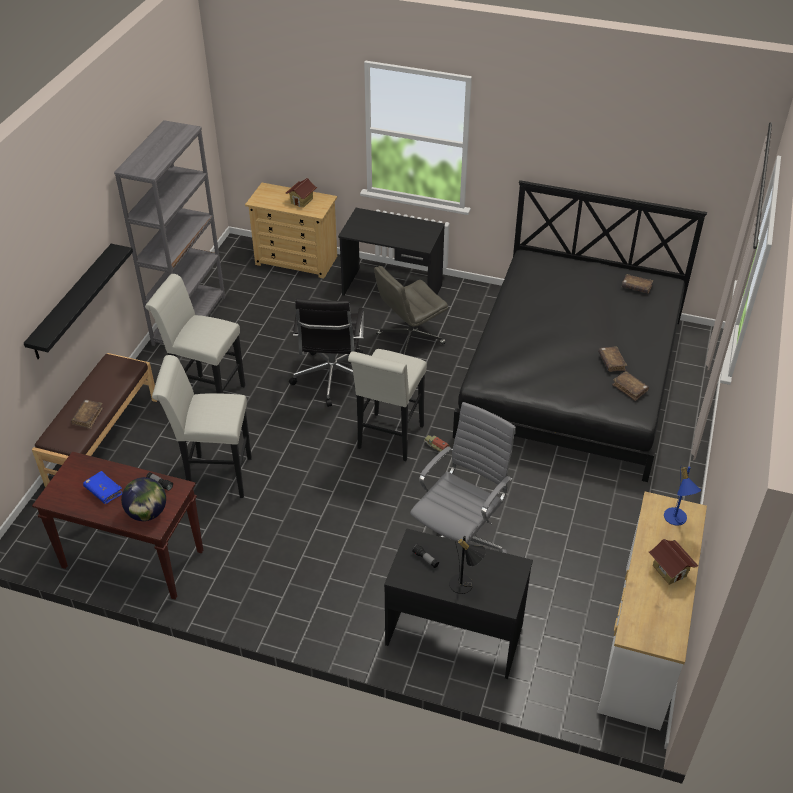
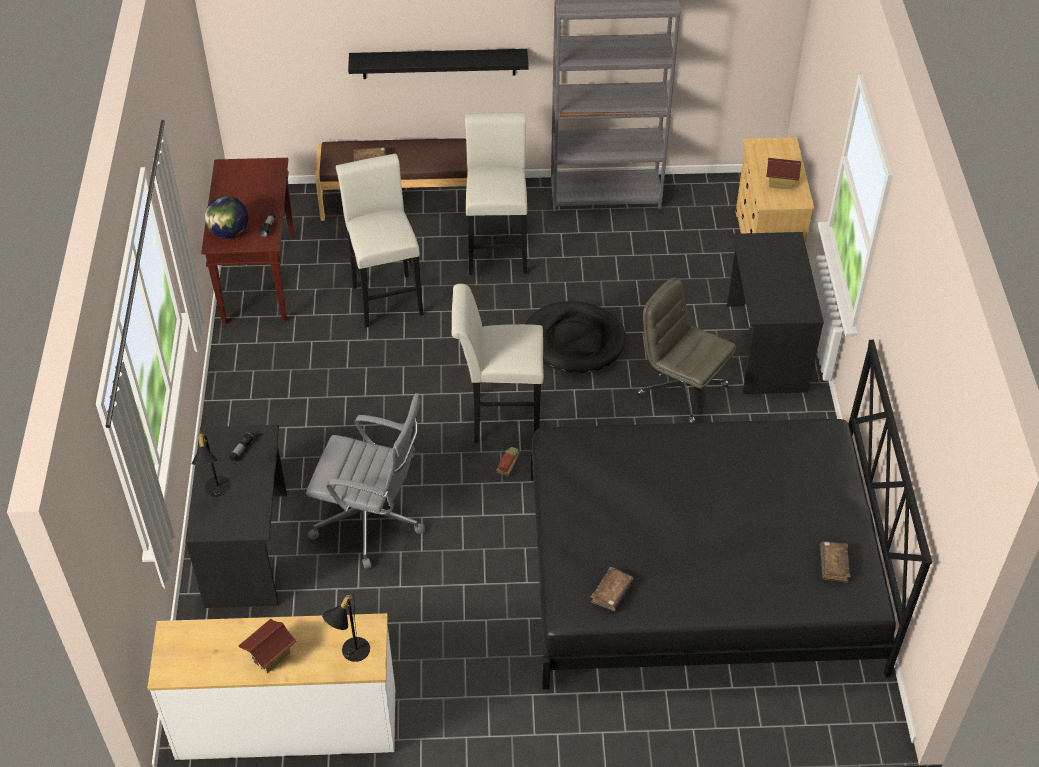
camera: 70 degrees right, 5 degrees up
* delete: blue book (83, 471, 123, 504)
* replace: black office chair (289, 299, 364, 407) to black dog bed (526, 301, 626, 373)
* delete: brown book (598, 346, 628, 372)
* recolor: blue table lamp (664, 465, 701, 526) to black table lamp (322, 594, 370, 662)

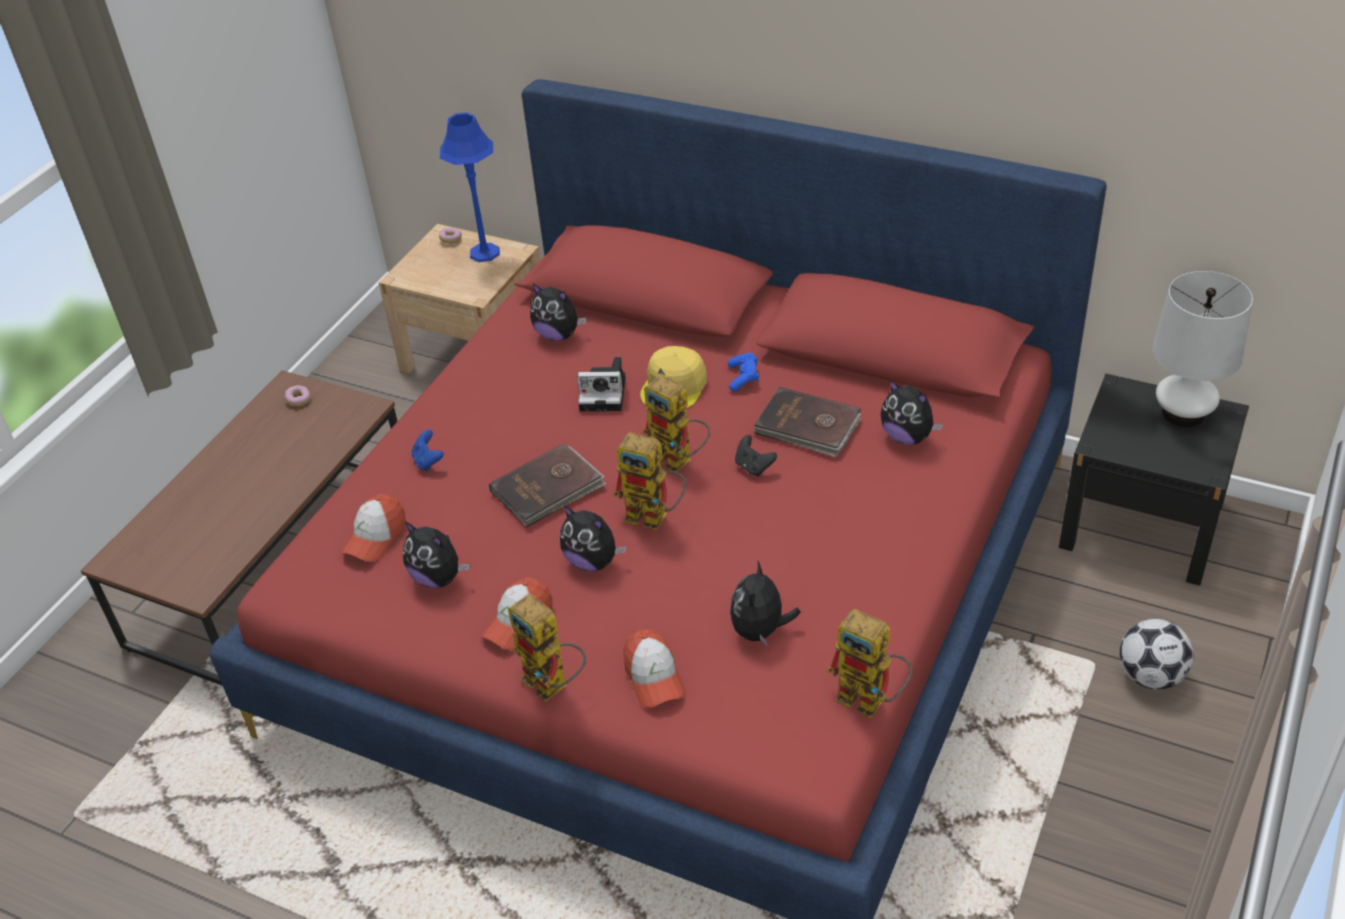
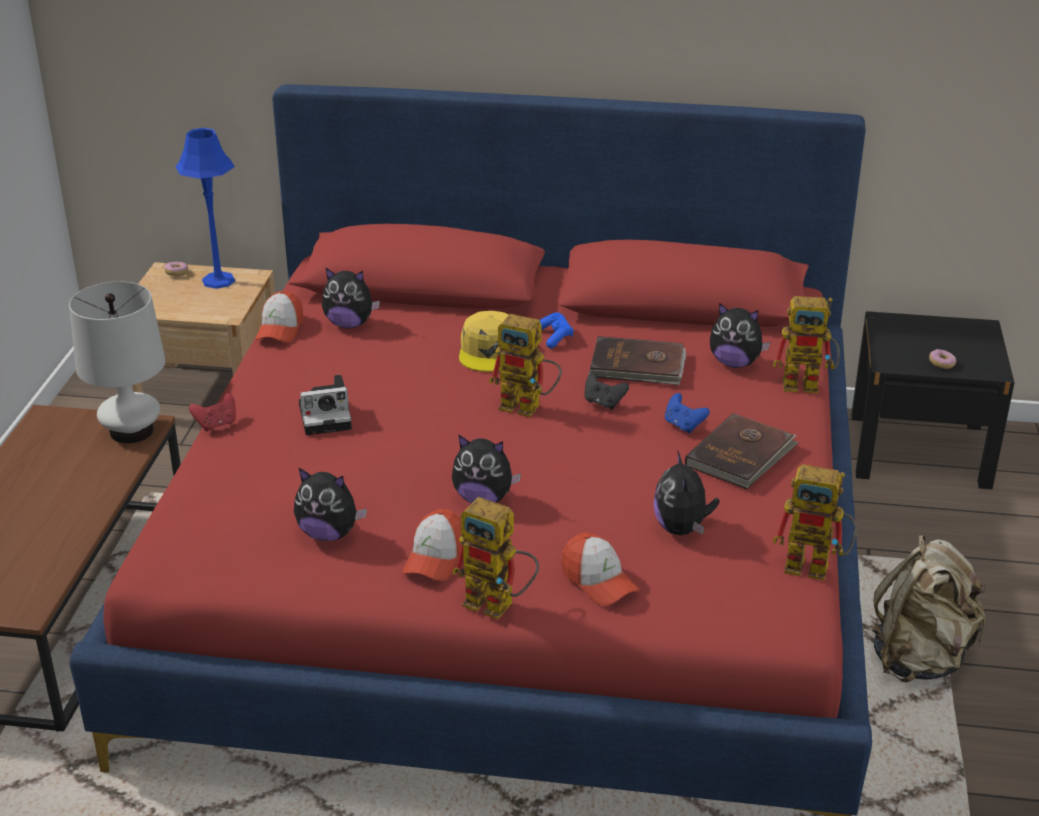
camera: 20 degrees left, 10 degrees down
* move: donut (285, 385, 311, 407) to (929, 349, 956, 369)
* move: cap (341, 494, 406, 562) to (255, 291, 303, 342)
* move: blue game controller (411, 430, 444, 471) to (665, 393, 710, 433)
* move: brown book (489, 443, 607, 527) to (685, 413, 799, 489)
* move: photo camera (577, 357, 626, 411) to (299, 375, 352, 435)
* move: toy robot (613, 432, 686, 530) to (773, 296, 840, 393)
* delete: football (1120, 619, 1193, 690)
* move: white table lamp (1152, 271, 1253, 427) to (69, 281, 165, 443)
* insert: red game controller (189, 393, 236, 431)
* insert: beige backpack (872, 535, 986, 682)

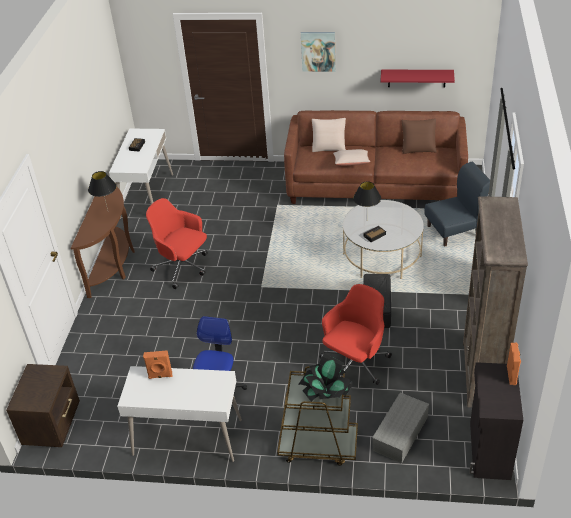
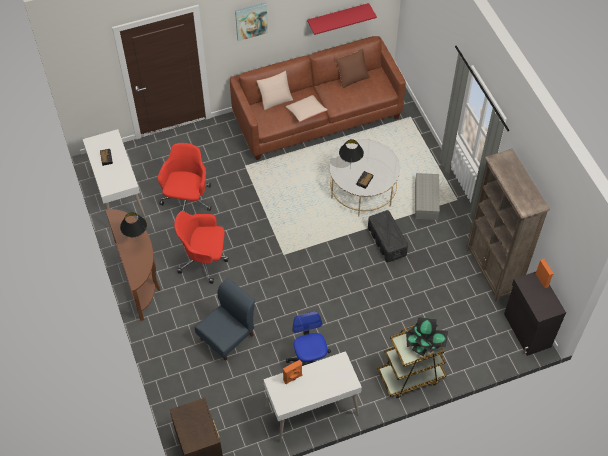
camera: 30 degrees left, 15 degrees up
* move: red office chair (320, 284, 392, 385) to (158, 143, 211, 211)
* move: grey storage box (372, 393, 429, 463) to (415, 173, 440, 220)
* move: blue chair (424, 162, 490, 247) to (195, 278, 255, 361)

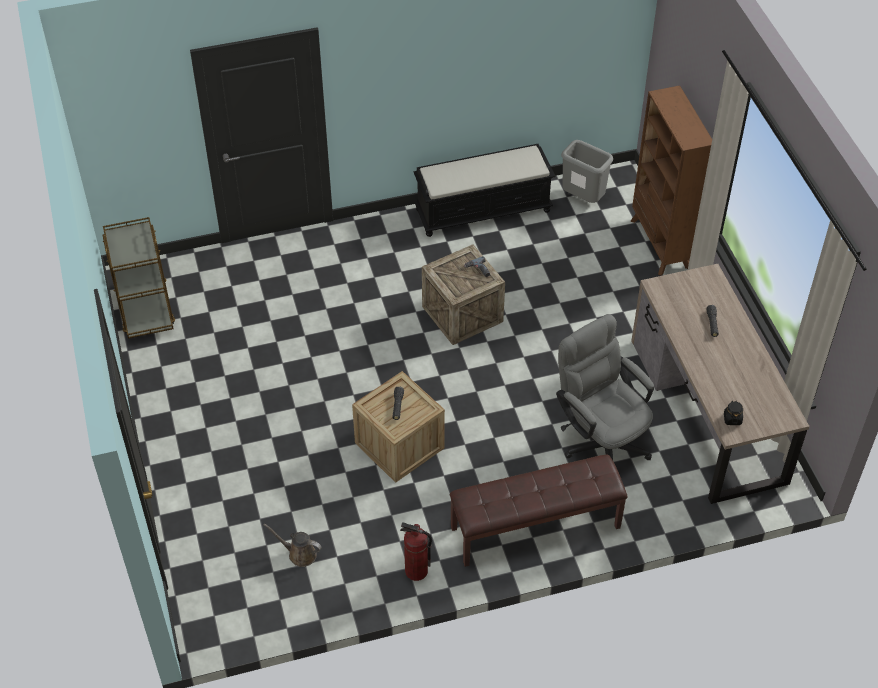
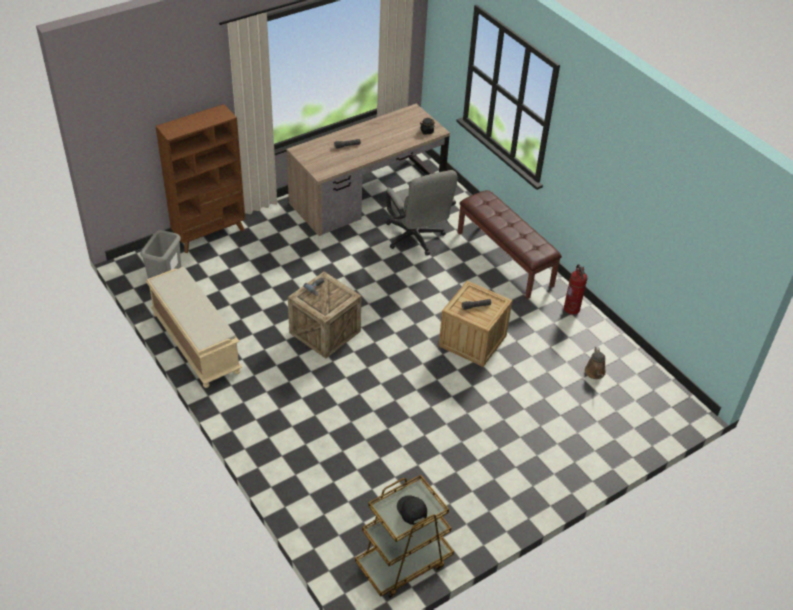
camera: 110 degrees left, 5 degrees down
* recolor: black bench (414, 144, 555, 237) to beige bench (146, 267, 242, 388)
* rotate: grey office chair (556, 314, 654, 460) = (386, 170, 457, 256) 60 degrees counterclockwise
* insert: black cap (397, 495, 427, 525)

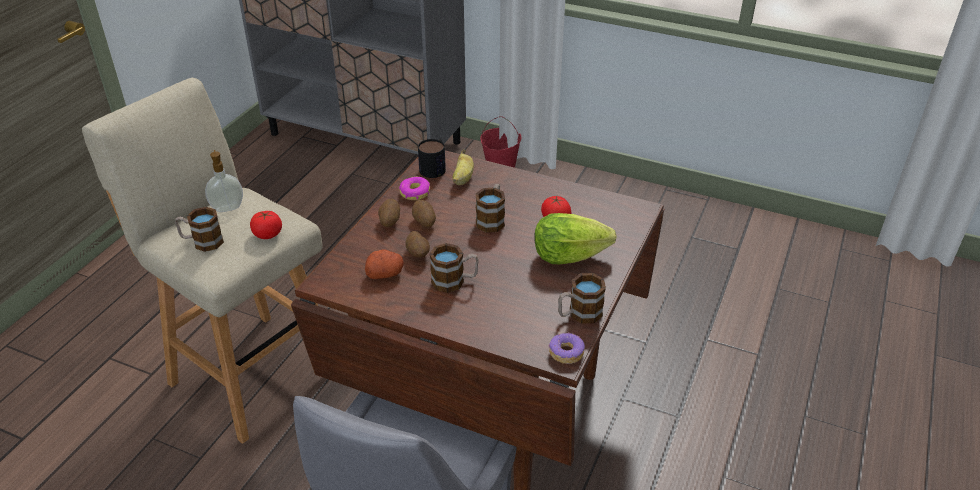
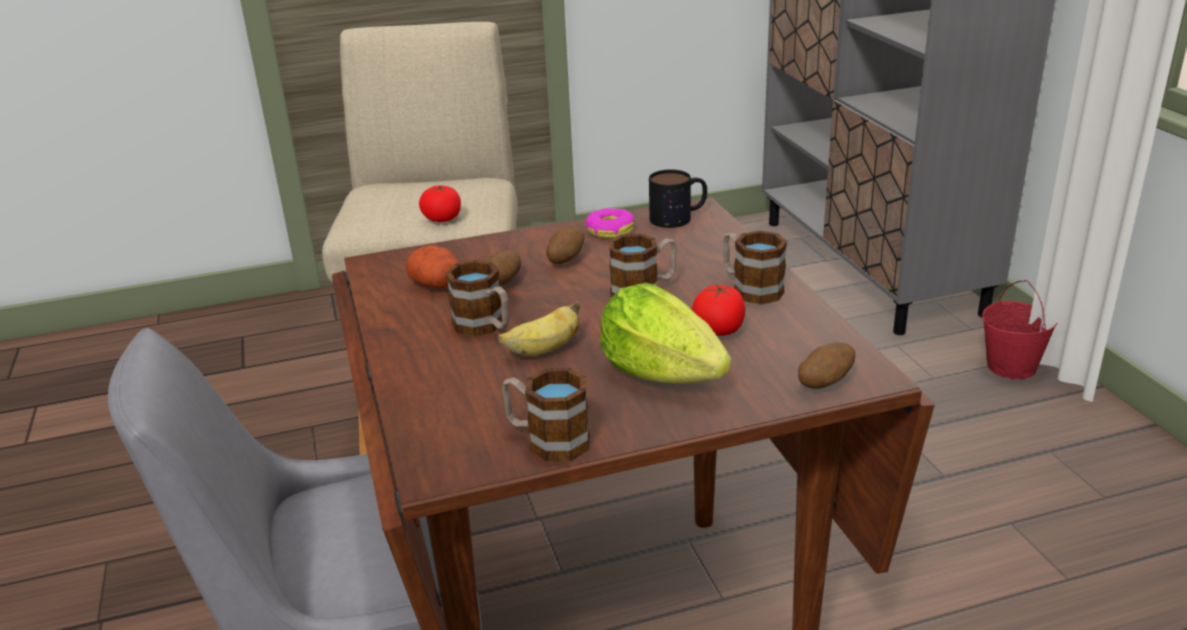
camera: 50 degrees right, 10 degrees down
* move: mug (175, 207, 224, 252) to (723, 230, 787, 304)
* delete: soap dispenser (205, 150, 243, 212)
* move: potato (378, 199, 400, 227) to (798, 342, 855, 389)
* move: banana (453, 150, 474, 185) to (498, 301, 580, 356)
* delete: donut (549, 332, 585, 364)

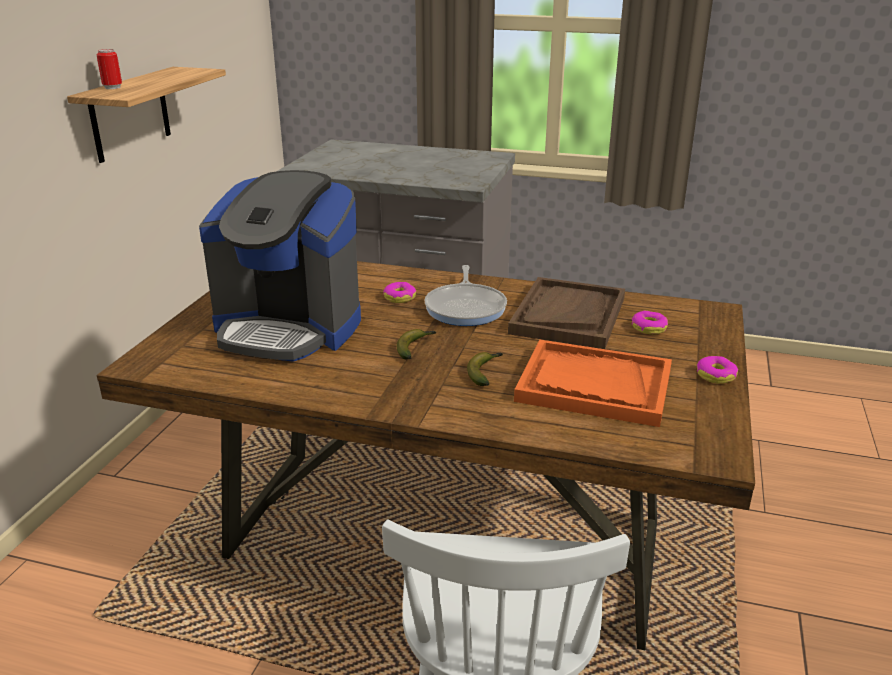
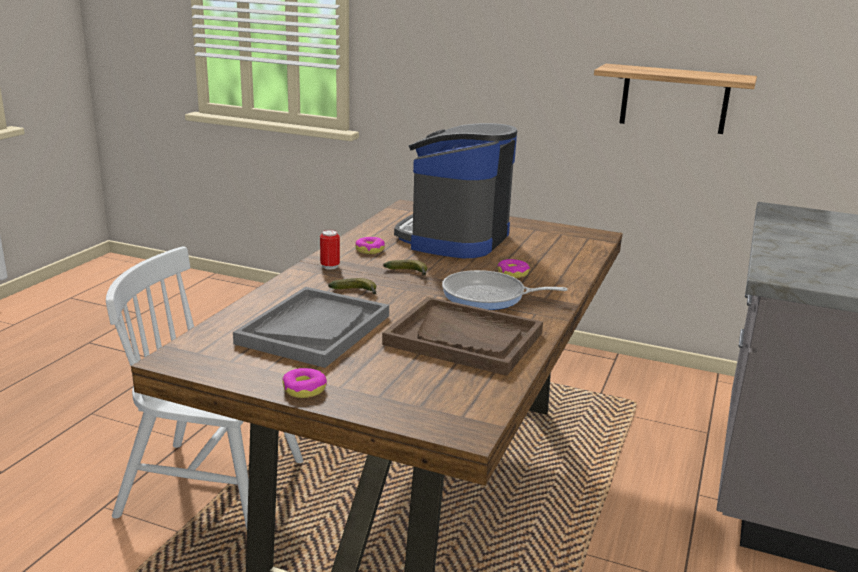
camera: 95 degrees right, 5 degrees down
* move: can (97, 49, 122, 89) to (320, 230, 340, 270)
* recolor: orange tray (514, 340, 672, 427) to grey tray (233, 287, 389, 368)
* move: donut (632, 311, 668, 334) to (355, 237, 385, 254)

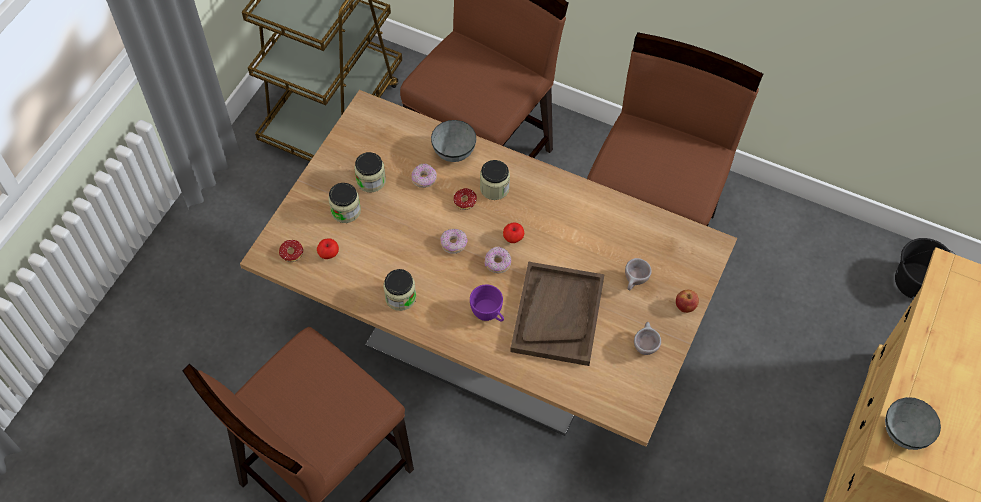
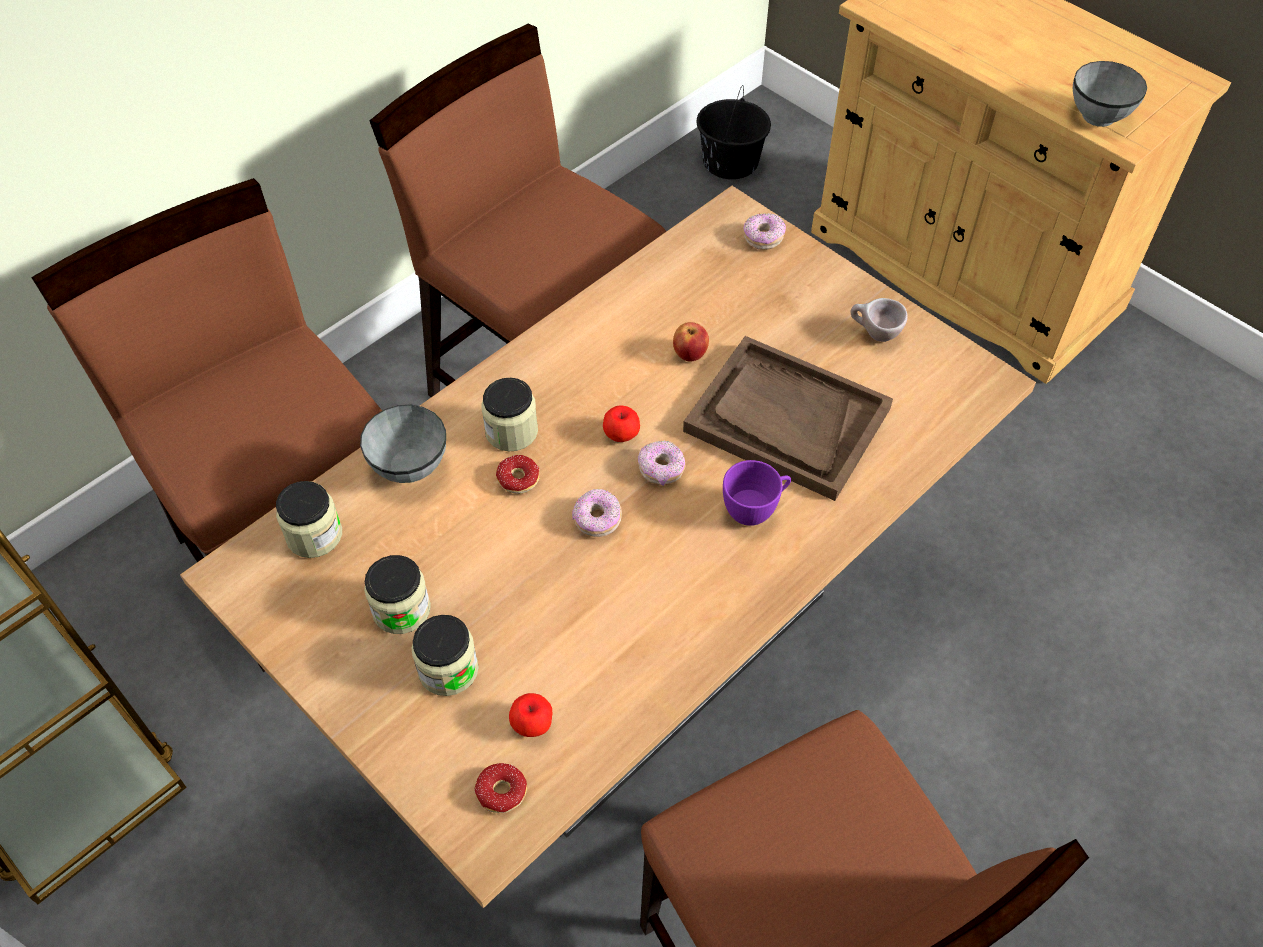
camera: 70 degrees left, 5 degrees down
* move: jar (383, 269, 416, 311) to (276, 481, 342, 558)
* move: donut (411, 163, 437, 188) to (744, 213, 786, 250)
* delete: beige cup (625, 258, 652, 290)
* move: apple (676, 290, 699, 313) to (673, 322, 709, 362)

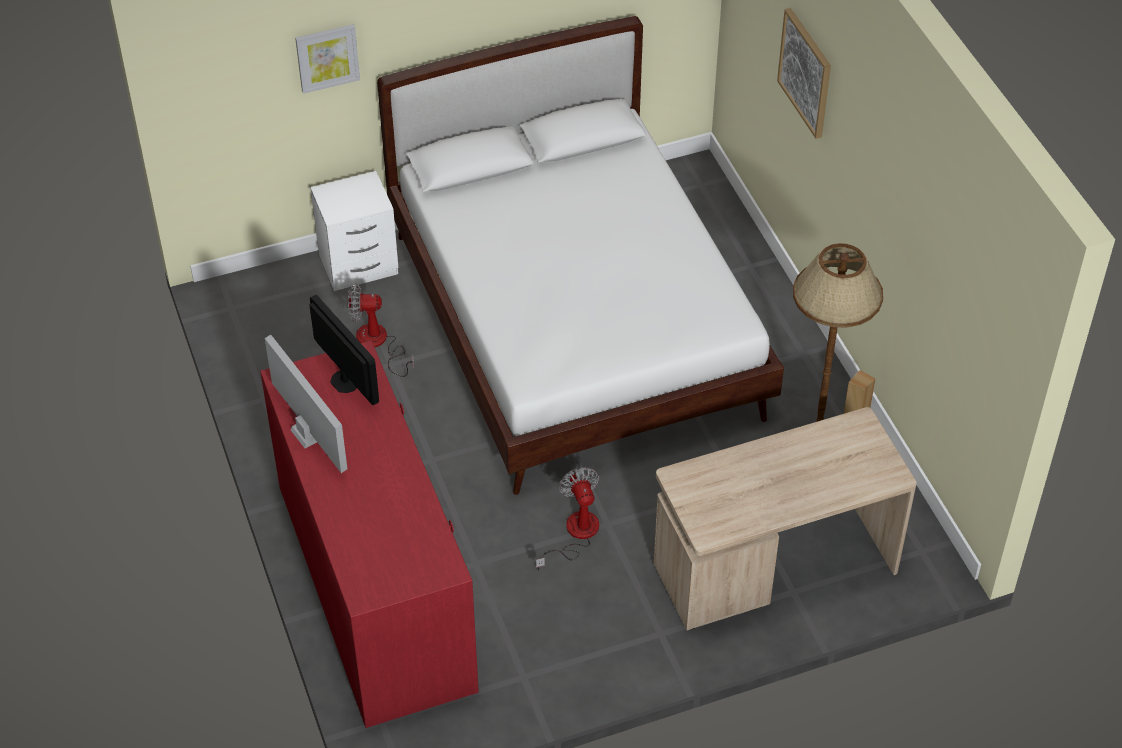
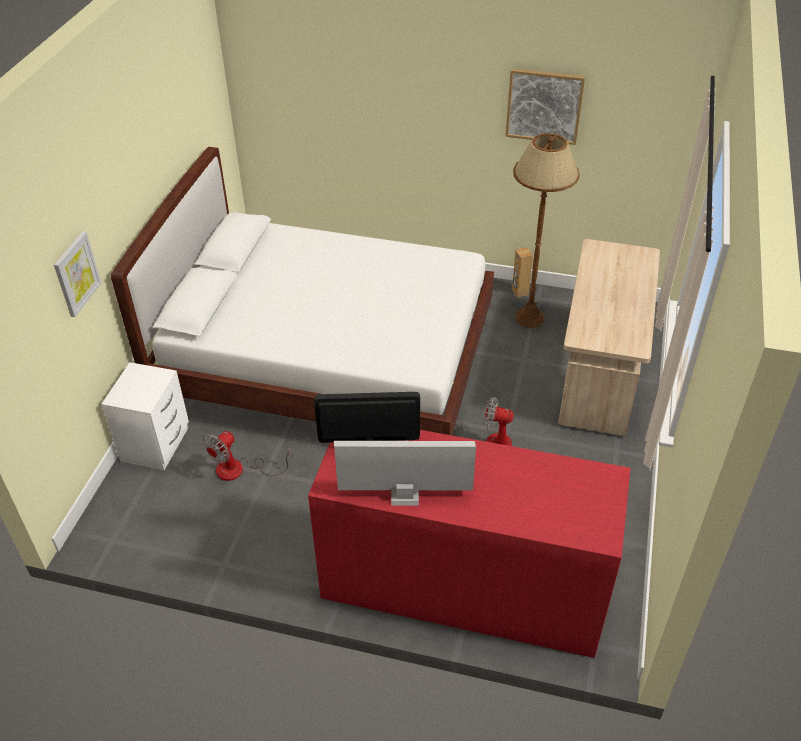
camera: 55 degrees left, 5 degrees down
* move: picture (777, 8, 831, 139) to (505, 69, 585, 145)

